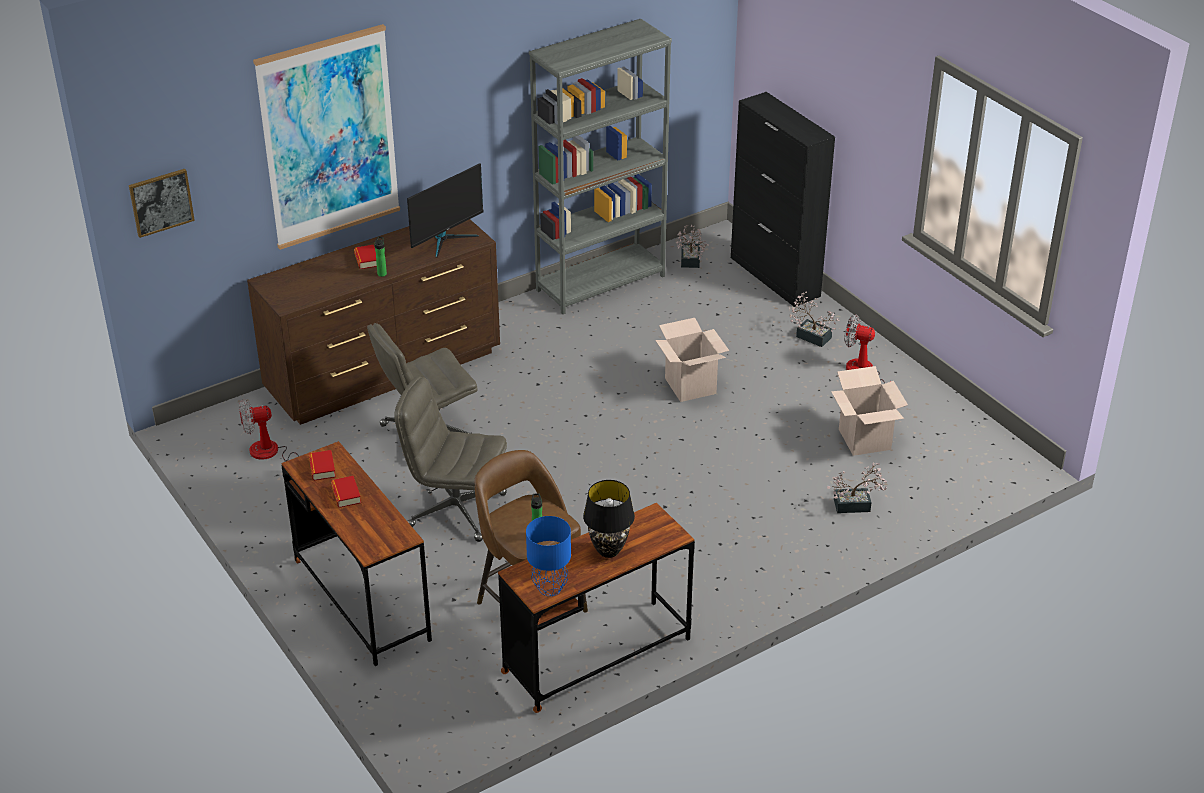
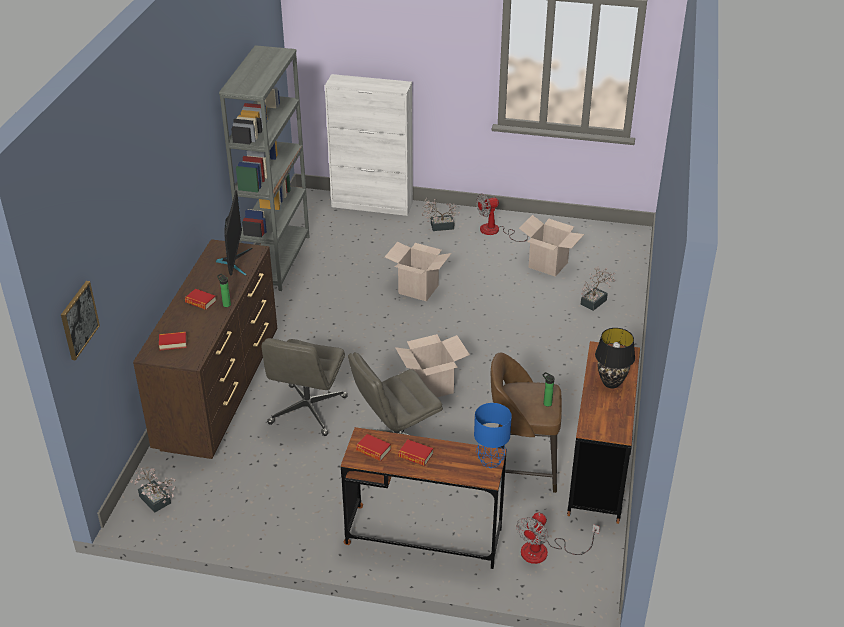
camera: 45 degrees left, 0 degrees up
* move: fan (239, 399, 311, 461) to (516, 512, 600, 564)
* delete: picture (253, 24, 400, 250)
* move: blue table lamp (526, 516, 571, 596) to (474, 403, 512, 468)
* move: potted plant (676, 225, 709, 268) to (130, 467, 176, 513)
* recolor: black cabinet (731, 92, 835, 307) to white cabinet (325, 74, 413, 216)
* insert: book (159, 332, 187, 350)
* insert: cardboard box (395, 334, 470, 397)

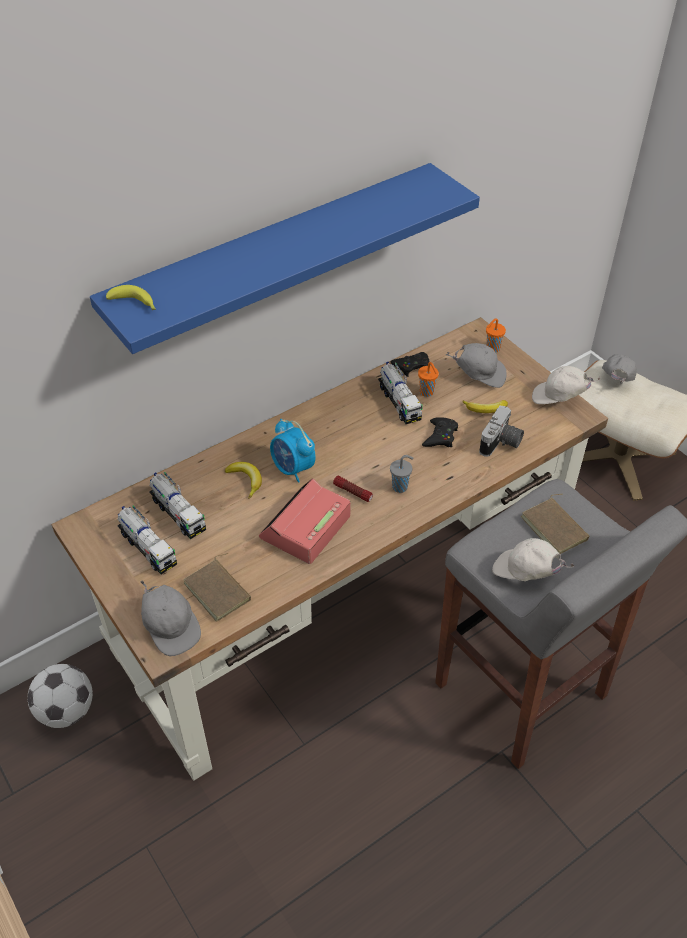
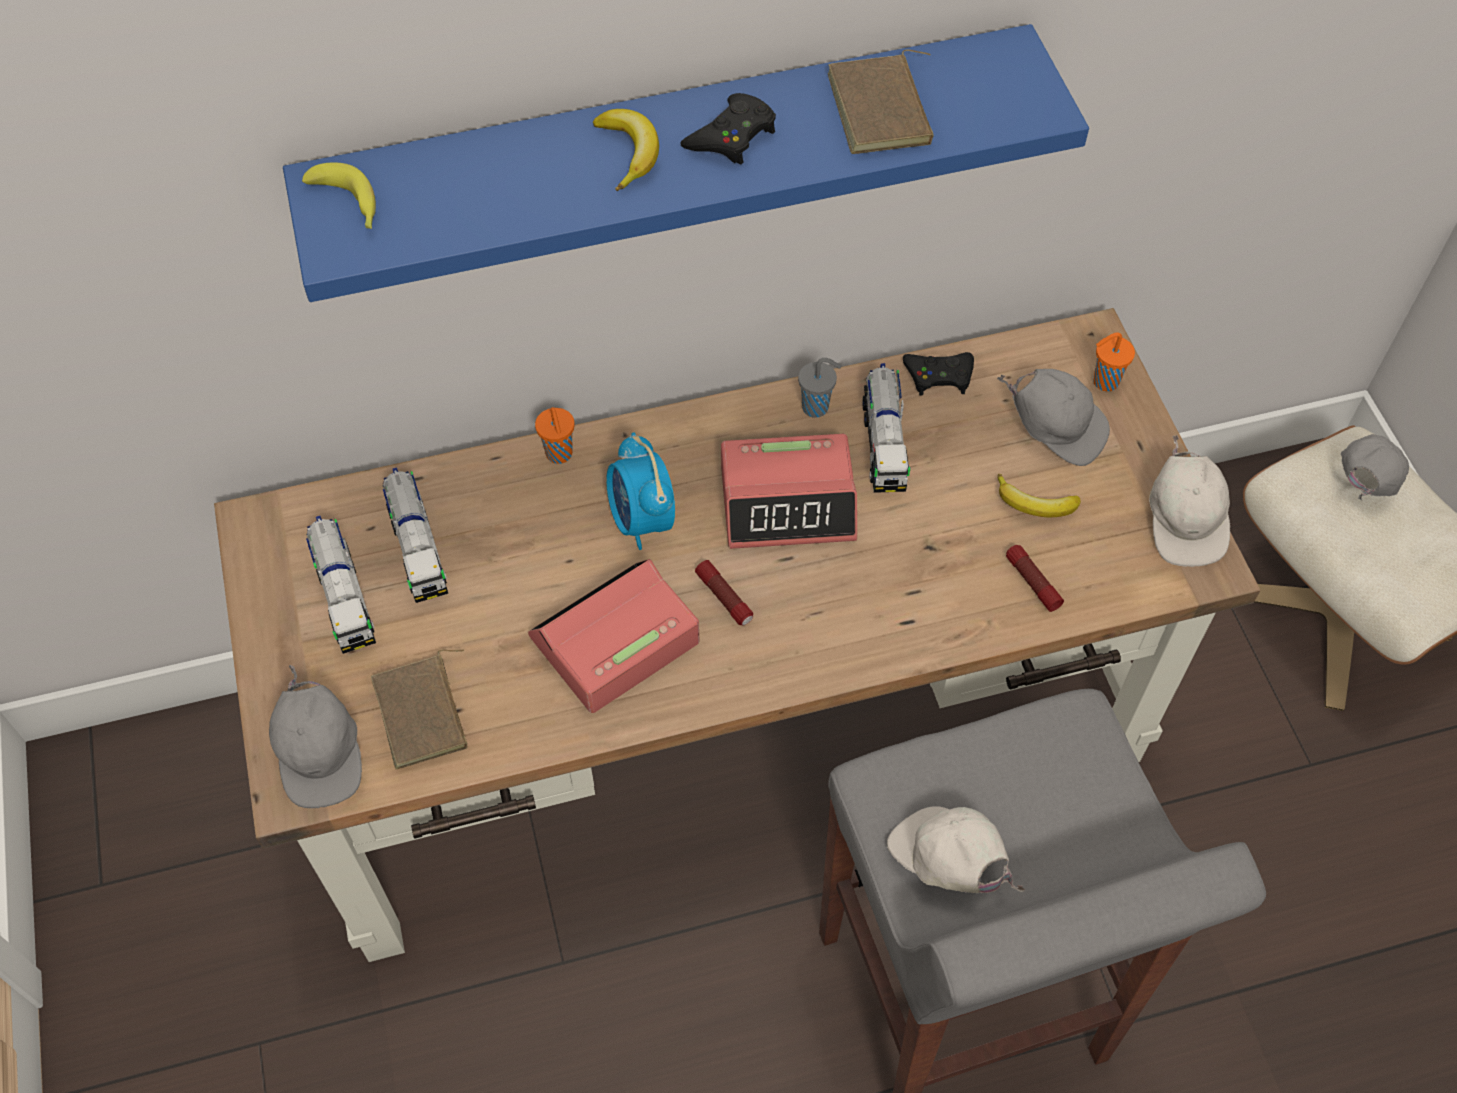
camera: 20 degrees right, 10 degrees up
* delete: football (28, 664, 93, 728)
* move: banana (225, 462, 262, 499) to (593, 109, 659, 191)
* move: grey cup (390, 455, 414, 493) to (798, 358, 841, 418)
* move: orange cup (418, 362, 439, 397) to (535, 407, 574, 464)
* move: black game controller (422, 417, 458, 448) to (680, 93, 776, 165)
* replace: photo camera (479, 406, 524, 457) to flashlight (1006, 545, 1064, 612)
* move: brown book (521, 494, 590, 554) to (828, 50, 934, 154)
* rotate: white cap (532, 366, 601, 404) = (1149, 435, 1230, 567) 120 degrees counterclockwise
* insert: alarm clock (721, 434, 857, 549)

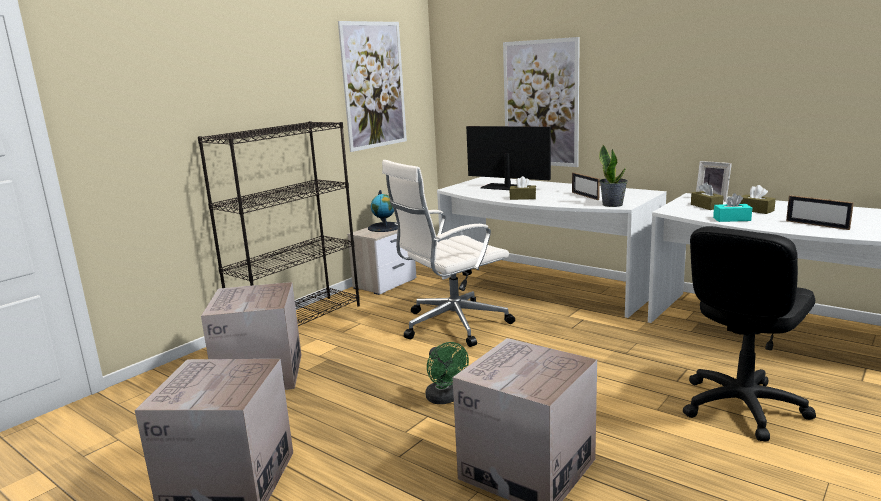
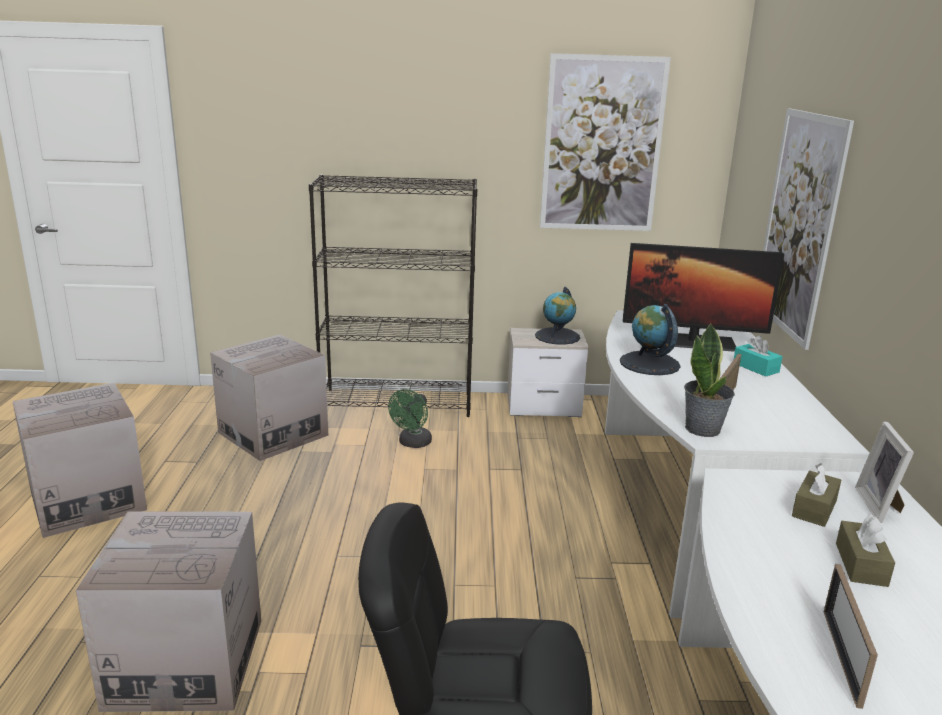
camera: 50 degrees right, 5 degrees up
* delete: white office chair (382, 160, 515, 347)
* move: green fan (426, 342, 469, 404) to (388, 389, 432, 448)
* rotate: monitor (466, 126, 551, 190) = (623, 243, 784, 352) 105 degrees clockwise
* replace: brown tissue box (509, 176, 536, 200) to globe (620, 304, 681, 375)
* move: turquoise tissue box (713, 193, 752, 222) to (734, 335, 783, 377)

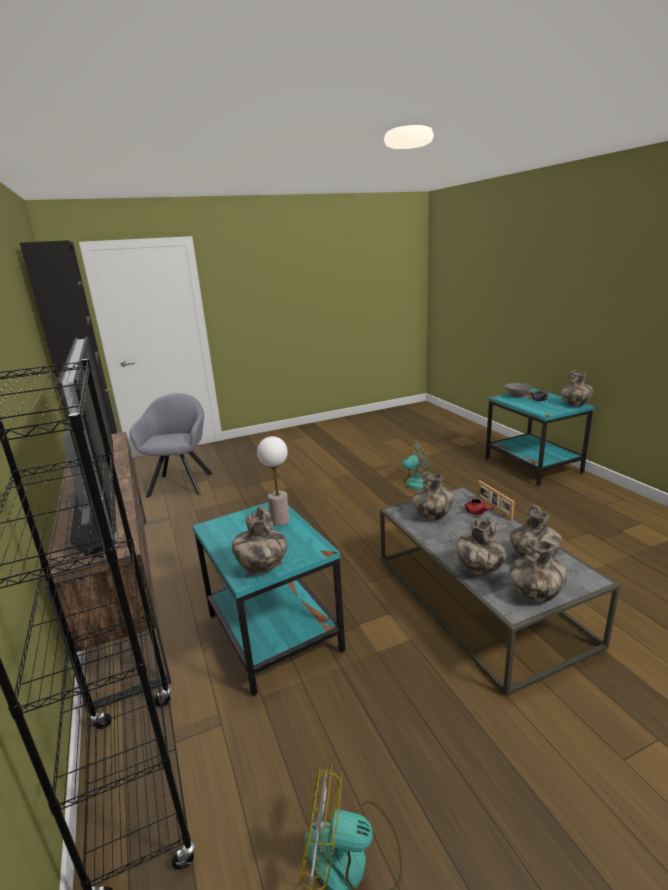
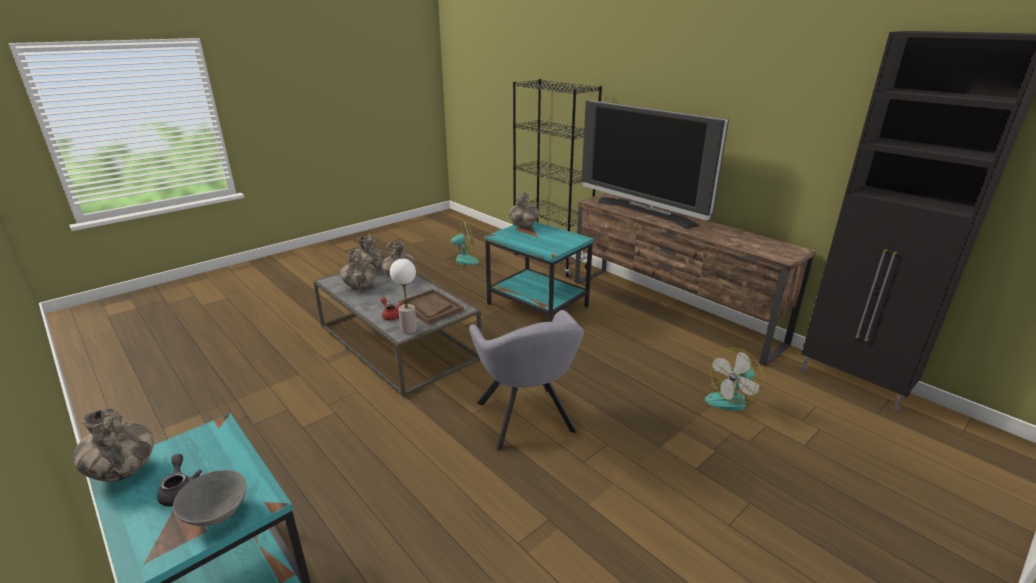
camera: 160 degrees right, 5 degrees up
* move: grey armchair (130, 393, 213, 498) to (469, 310, 584, 451)
* move: table lamp (257, 436, 290, 526) to (390, 259, 417, 334)
* move: fan (393, 440, 433, 498) to (705, 348, 763, 411)
* replace: vase (412, 471, 454, 520) to brown tray (399, 289, 464, 325)
* delete: picture frame (477, 480, 515, 521)

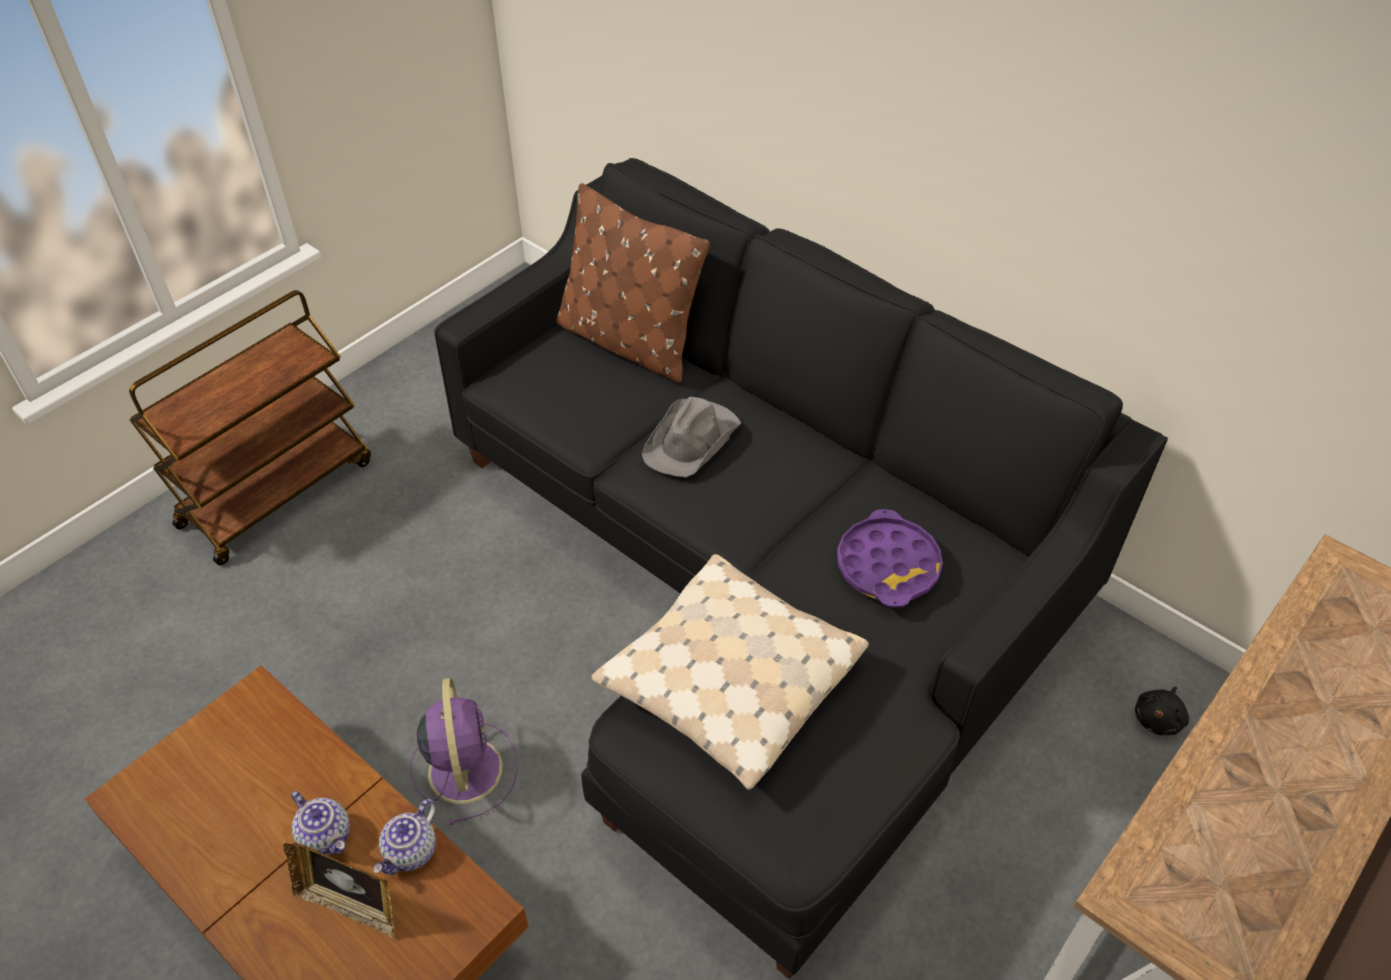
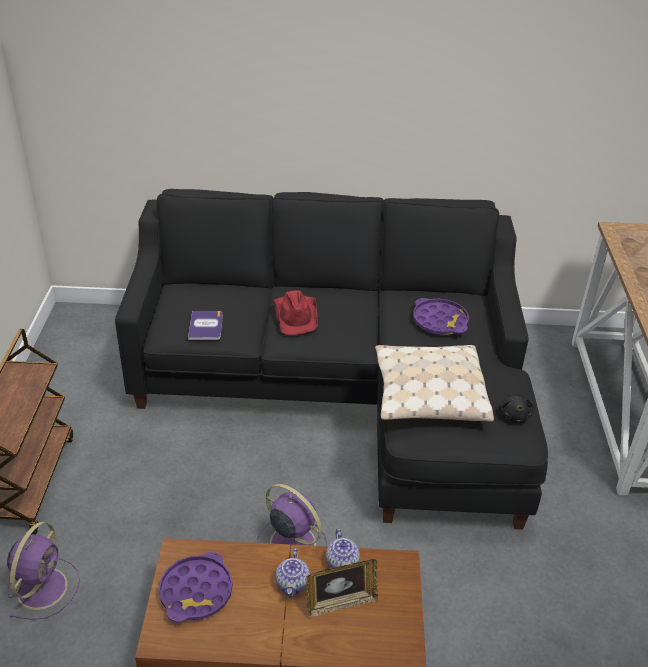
camera: 40 degrees left, 10 degrees down
* rotate: teapot (291, 791, 350, 855) = (275, 548, 310, 598) 90 degrees clockwise
* delete: brown pillow (556, 183, 710, 383)
* recolor: grey hat (642, 397, 741, 477) to red hat (274, 290, 318, 335)
* move: black plush toy (1135, 686, 1189, 735) to (498, 393, 534, 422)
* insert: purple fan (7, 522, 80, 620)
* insert: purple tray (158, 552, 233, 623)
* insert: book (188, 311, 223, 340)

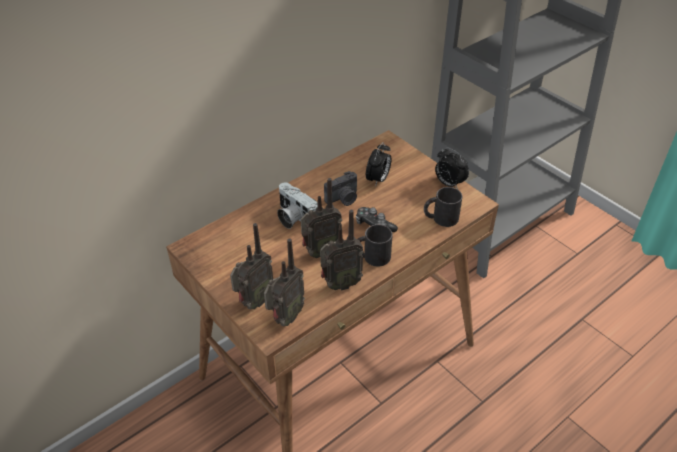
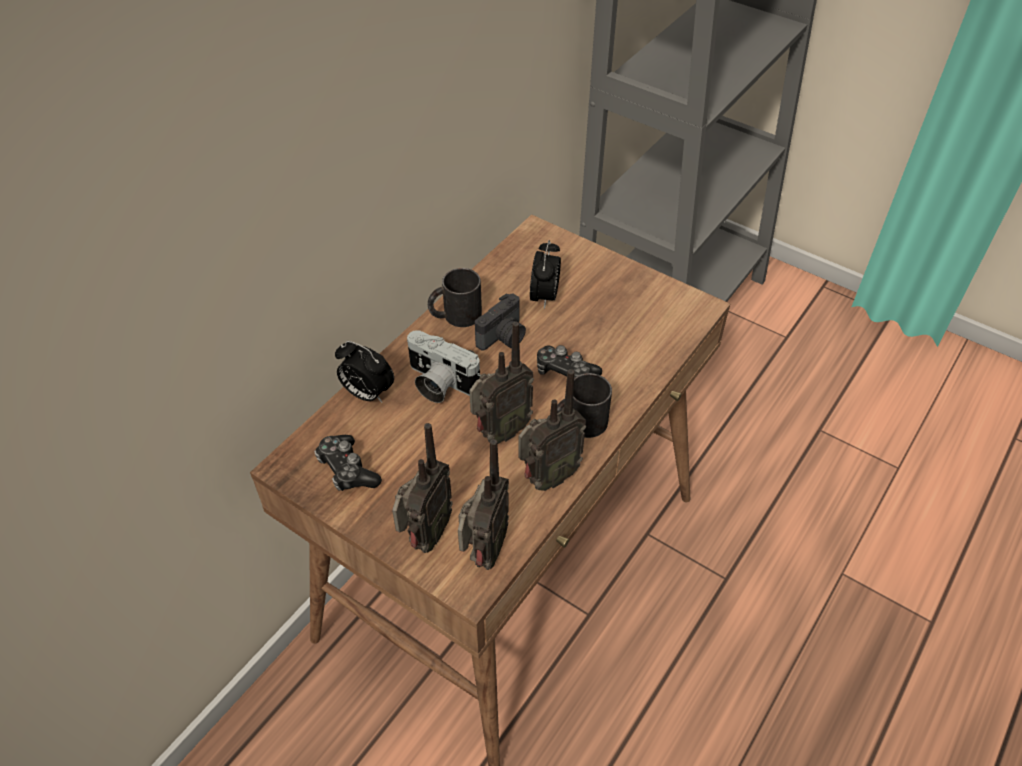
camera: 15 degrees left, 5 degrees up
* move: black mug (424, 187, 462, 227) to (428, 268, 482, 327)
* move: alarm clock (435, 147, 469, 189) to (335, 341, 394, 402)
* insert: game controller (314, 435, 382, 491)

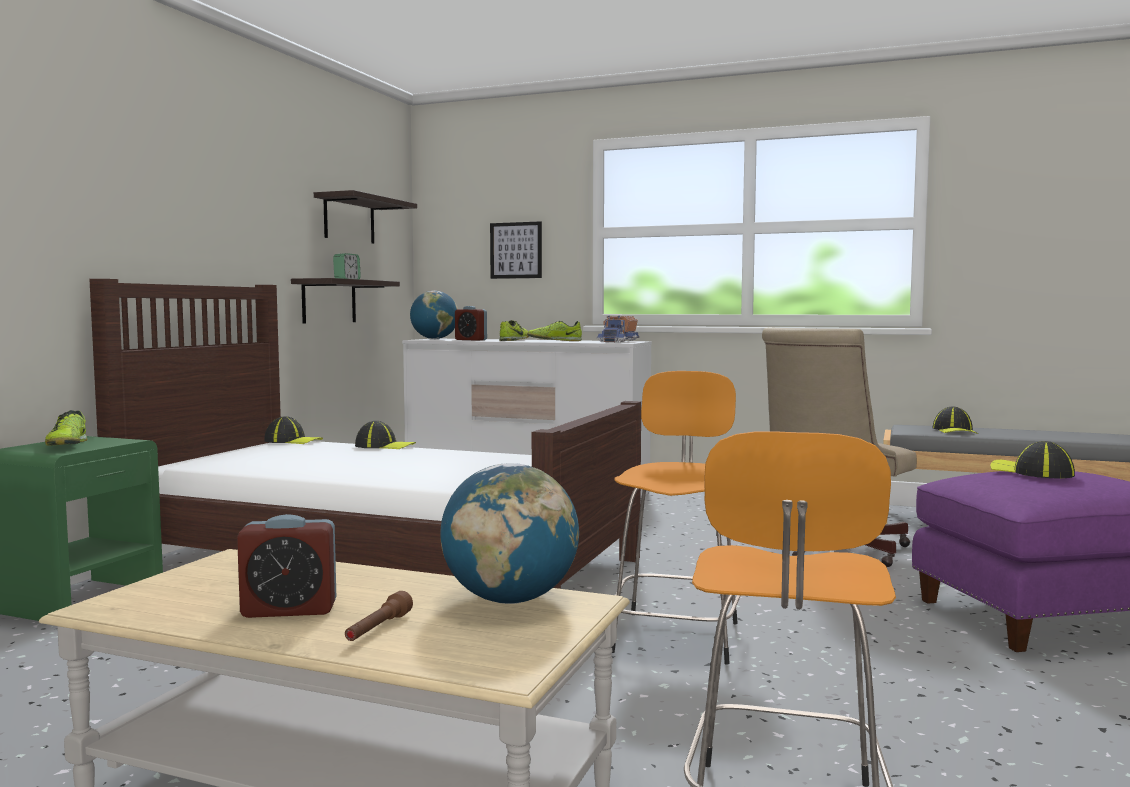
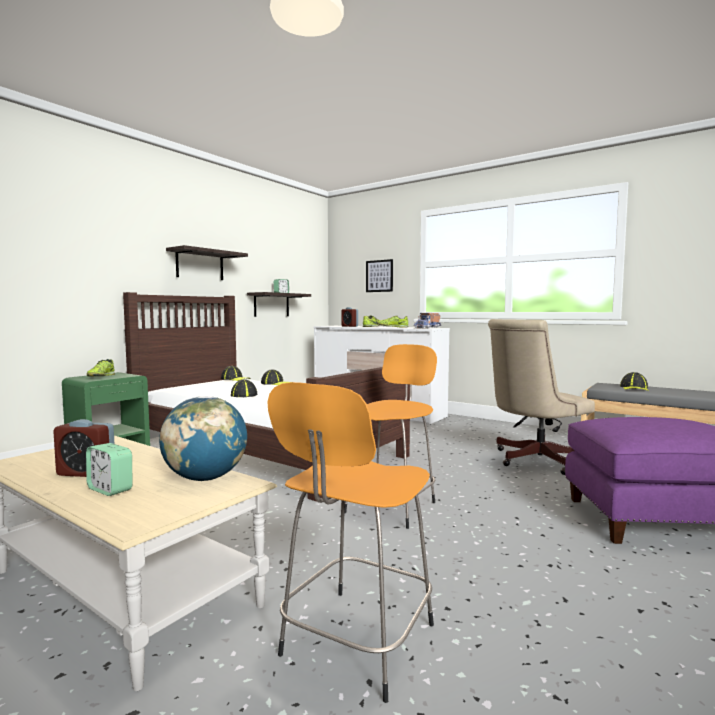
camera: 15 degrees right, 0 degrees up
* move: shelf (314, 190, 417, 244) to (166, 245, 248, 280)
* replace: brown flashlight (345, 591, 413, 641) to alarm clock (86, 443, 132, 496)
* delete: globe (410, 291, 458, 339)
* move: cap (990, 441, 1075, 478) to (231, 379, 257, 397)

